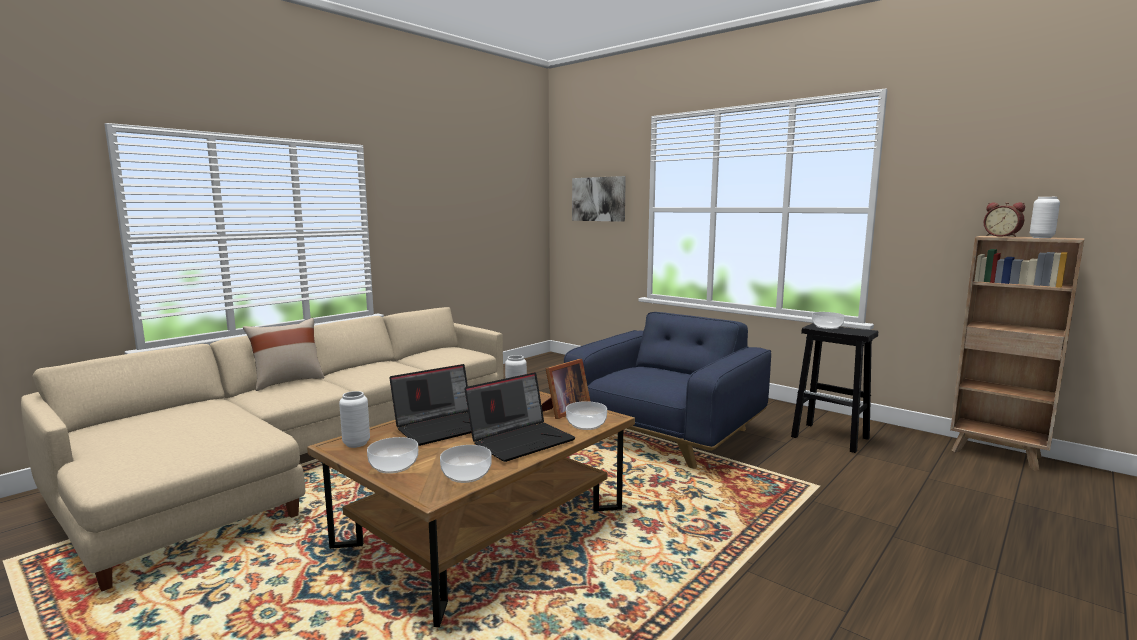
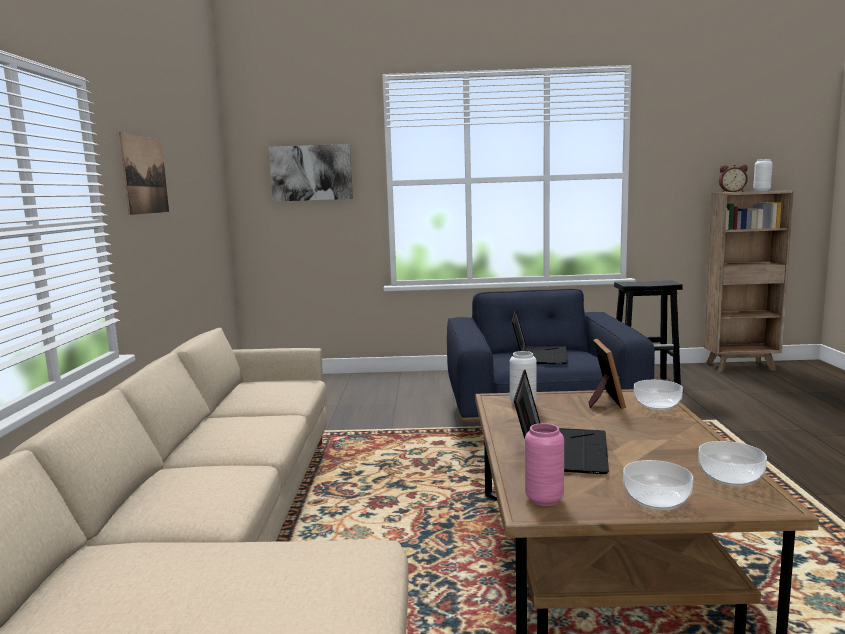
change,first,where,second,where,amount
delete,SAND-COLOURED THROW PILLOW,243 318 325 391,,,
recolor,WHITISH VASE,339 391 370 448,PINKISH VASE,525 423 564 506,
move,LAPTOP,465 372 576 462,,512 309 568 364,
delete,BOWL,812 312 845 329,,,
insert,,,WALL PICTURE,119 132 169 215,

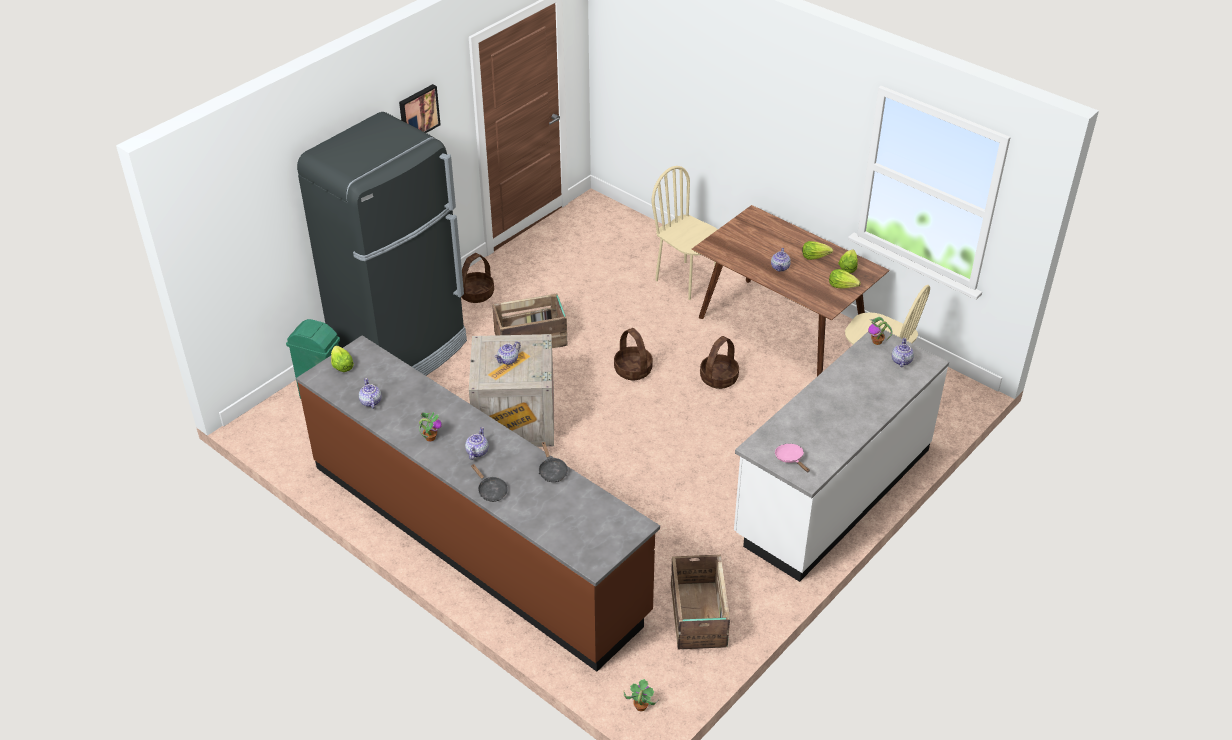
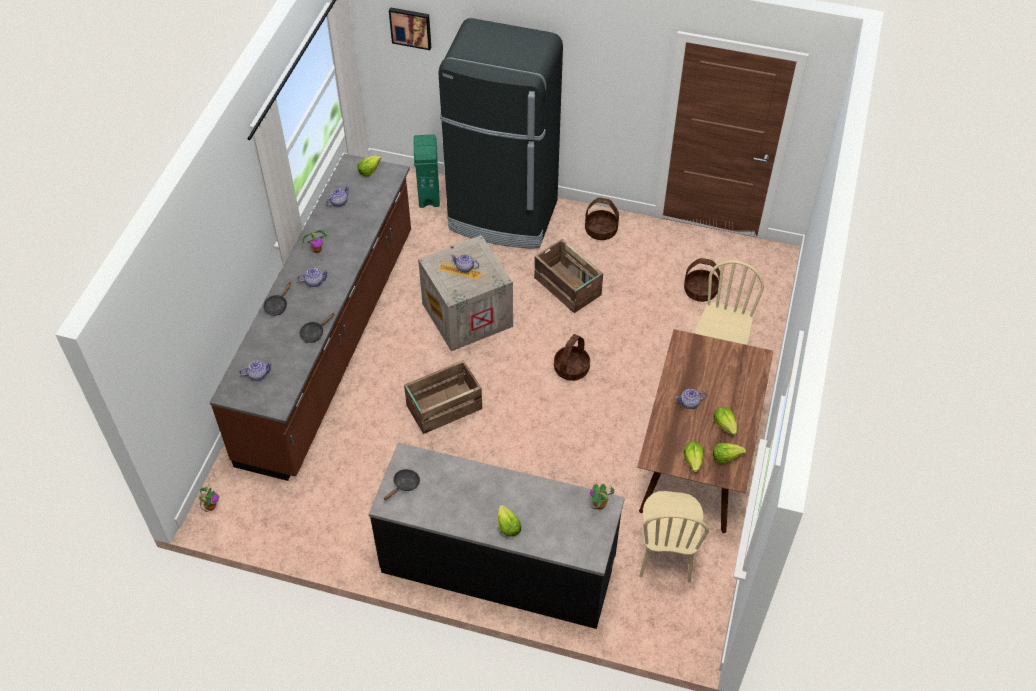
change,first,where,second,where,amount
move,WALL PICTURE,399 84 441 133,,389 7 431 50,
move,CRATE,671 554 730 649,,404 360 482 434,
move,HOUSEHOLD BASKET,700 336 739 389,,684 258 720 302,
recolor,WHITISH KITCHEN COUNTER,734 327 949 582,BLACK KITCHEN COUNTER,369 442 625 629,
recolor,PINKISH SKILLET,775 444 810 472,BLACK SKILLET,384 469 420 500,
move,TEA POT,892 338 914 367,,240 360 273 381,
insert,,,LETTUCE,498 505 521 537,

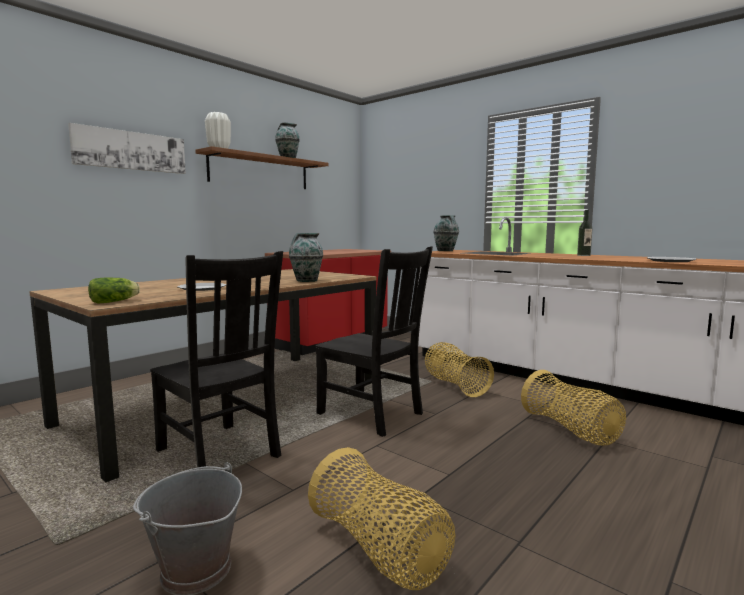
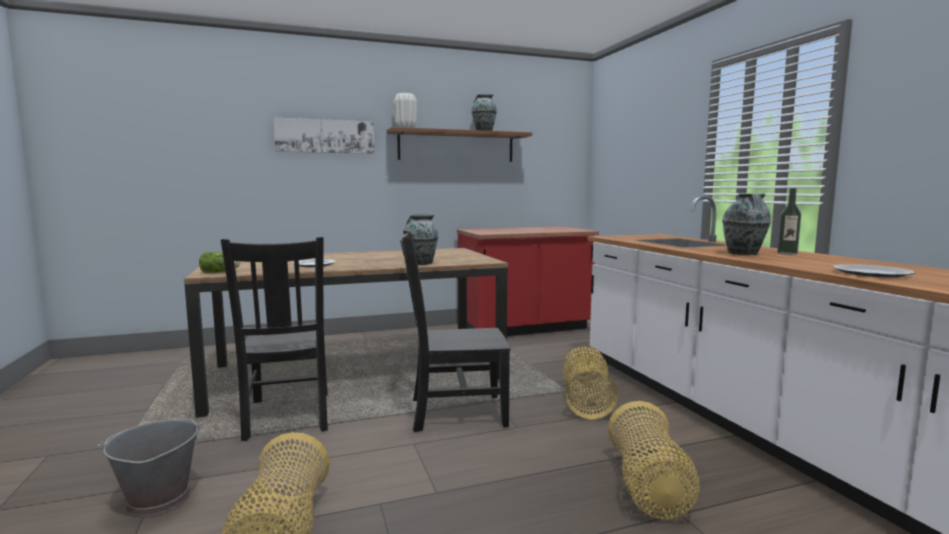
change,first,where,second,where,amount
rotate,BLACK UPRIGHT CHAIR,315 246 433 437,,400 230 510 432,105 degrees clockwise
move,VASE,433 215 459 251,,722 193 771 255,

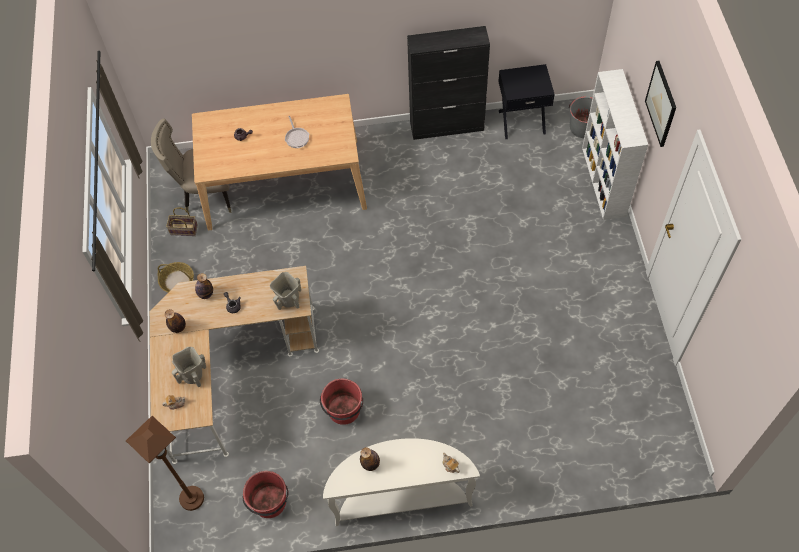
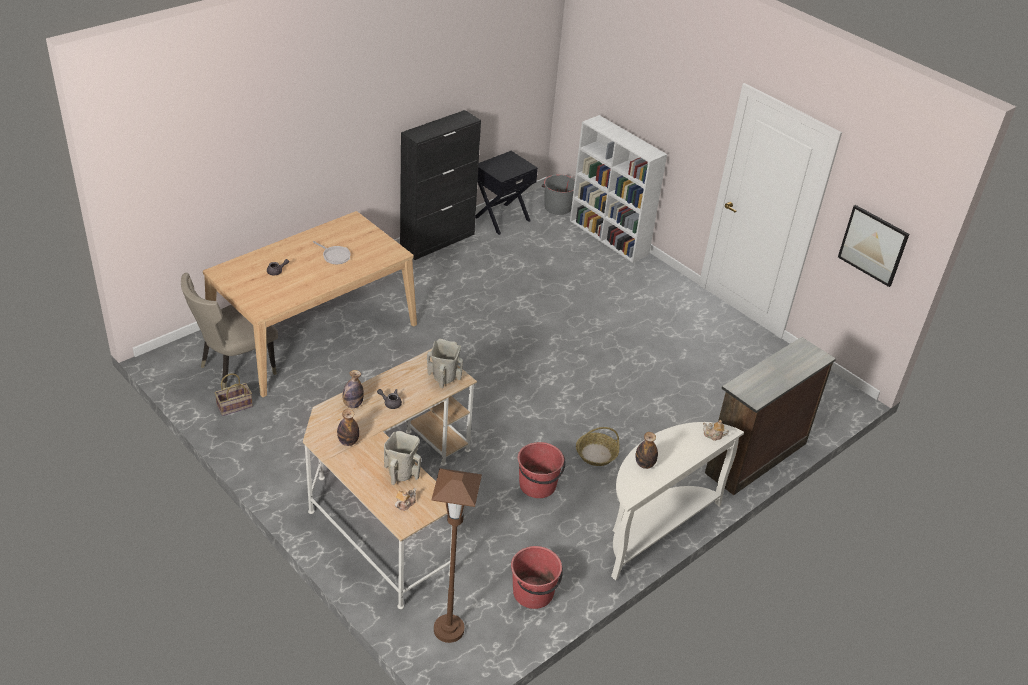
change,first,where,second,where,amount
move,HOUSEHOLD BASKET,158 262 194 292,,576 427 620 466,
move,WALL PICTURE,645 61 676 147,,838 205 909 287,
insert,,,BROWN-COLOURED CHEST OF DRAWERS,705 337 836 495,

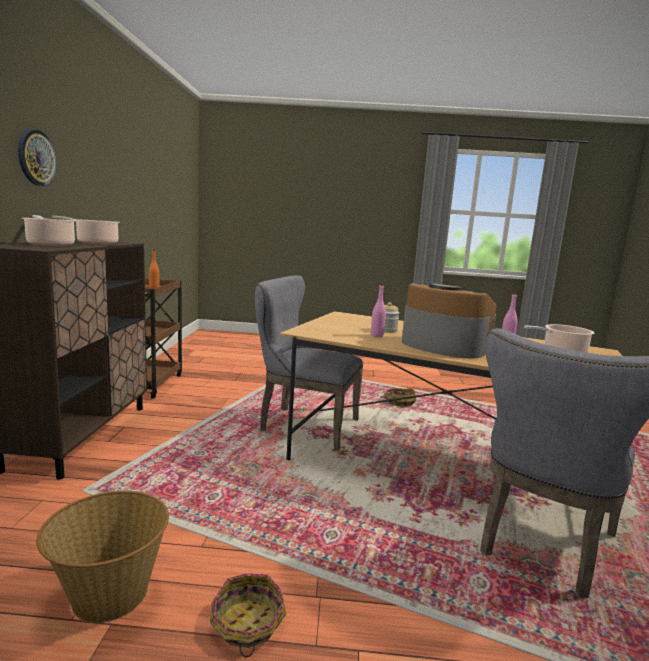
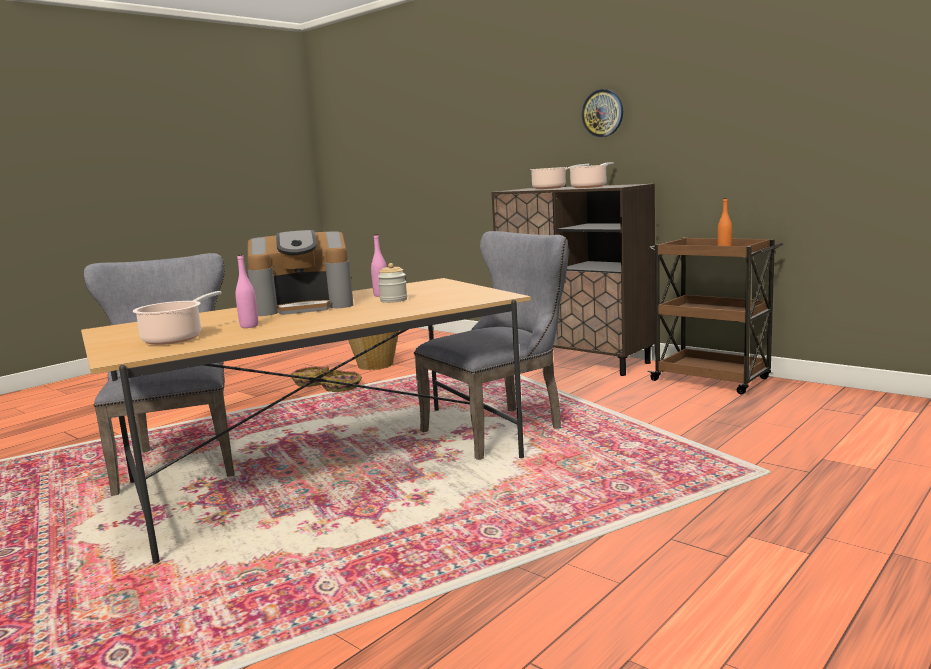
change,first,where,second,where,amount
move,HOUSEHOLD BASKET,380 388 416 407,,319 370 362 392,

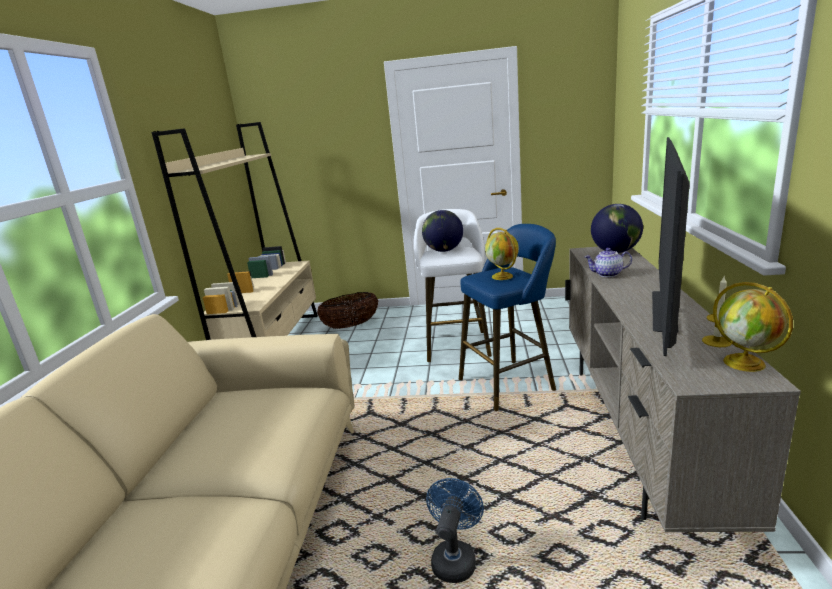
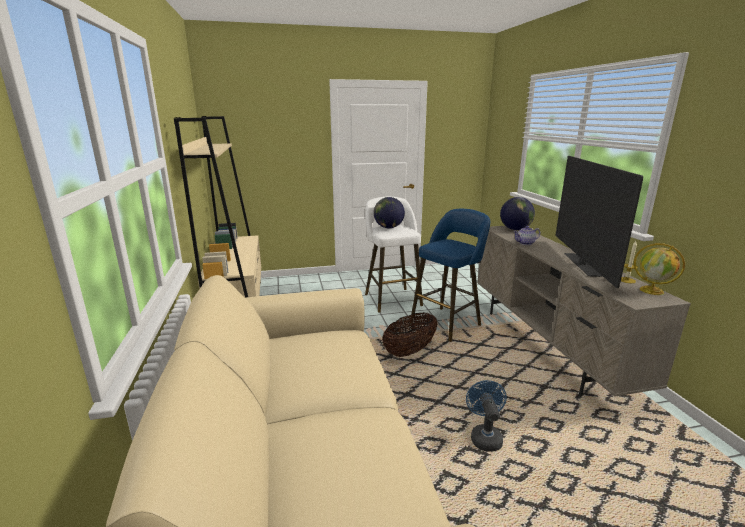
change,first,where,second,where,amount
move,HOUSEHOLD BASKET,317 292 378 329,,382 313 437 357,
delete,DESK GLOBE,485 228 519 280,,,

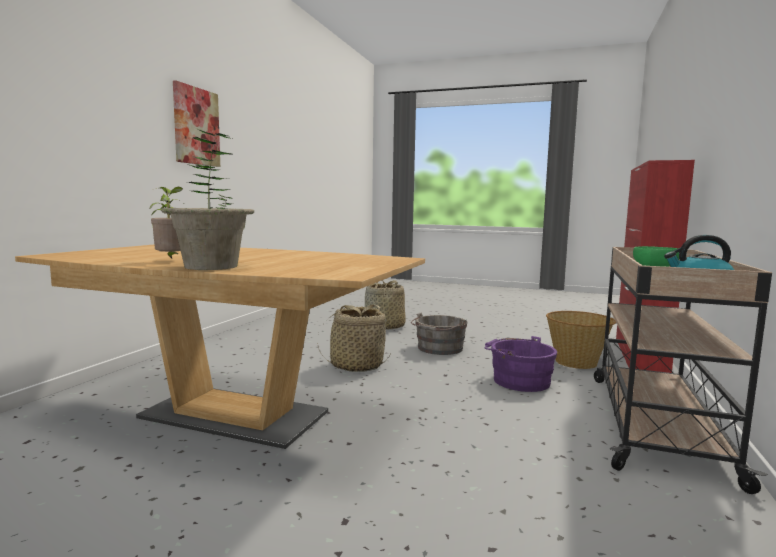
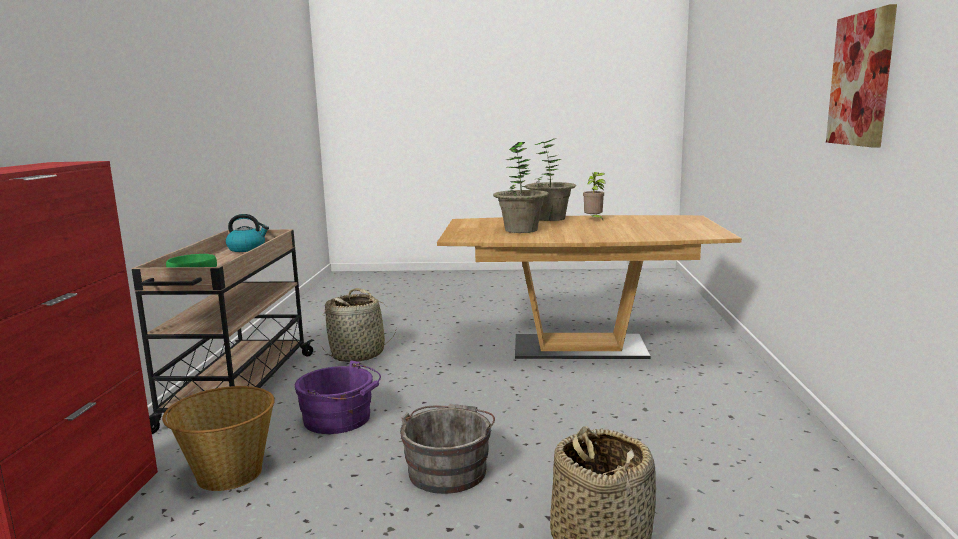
change,first,where,second,where,amount
move,HOUSEHOLD BASKET,317 304 391 372,,322 288 397 362,
insert,,,HOUSEPLANT,493 142 549 233,

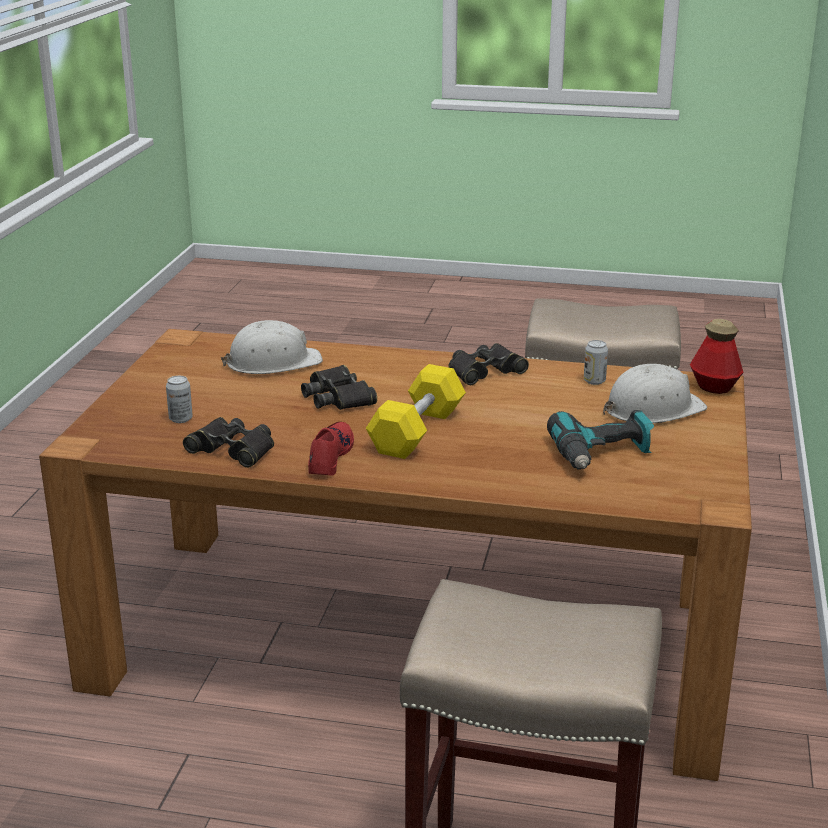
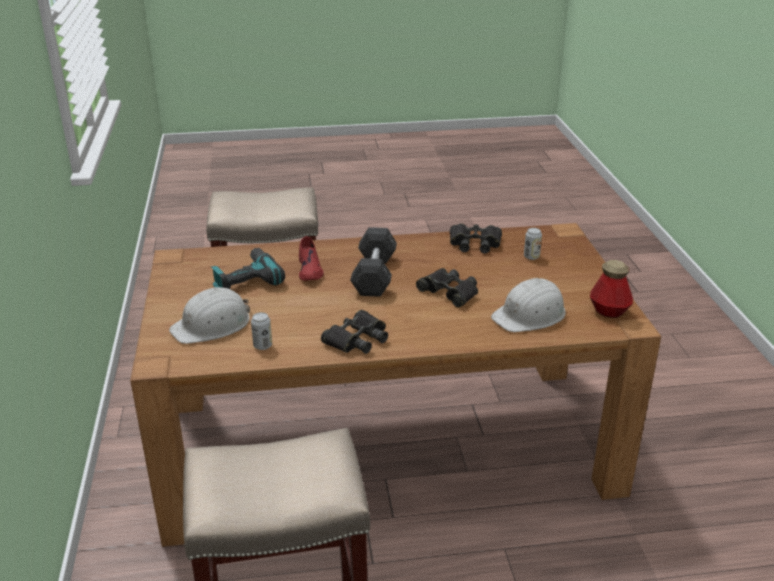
change,first,where,second,where,amount
move,RED-COLOURED SHOE,308 422 354 475,,299 236 323 281,
recolor,YELLOW-COLOURED HAND WEIGHT,366 364 466 459,GREYISH HAND WEIGHT,350 227 397 297,
move,DRINK BOTTLE,690 319 744 394,,590 260 633 318,

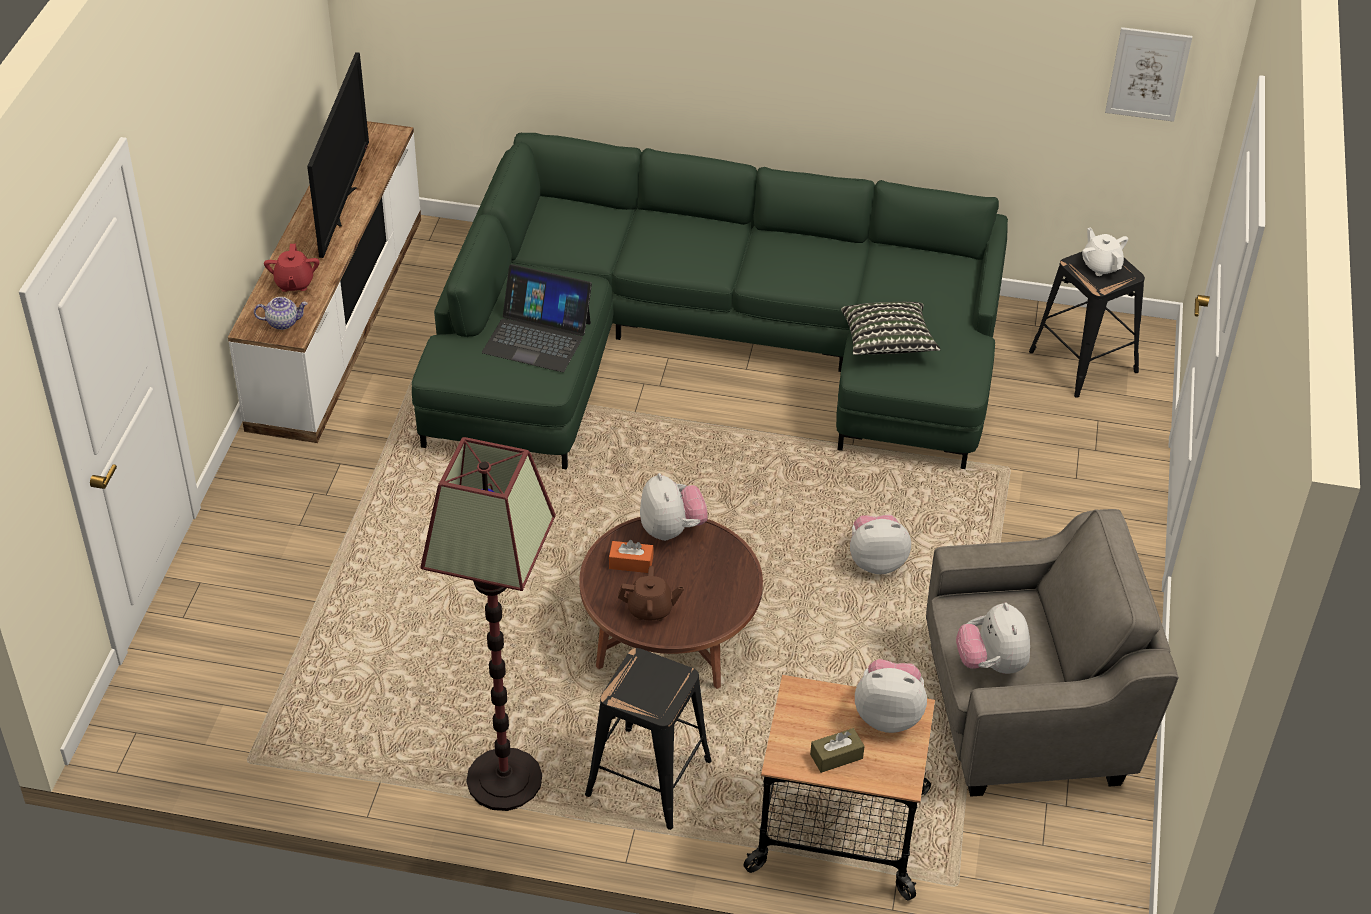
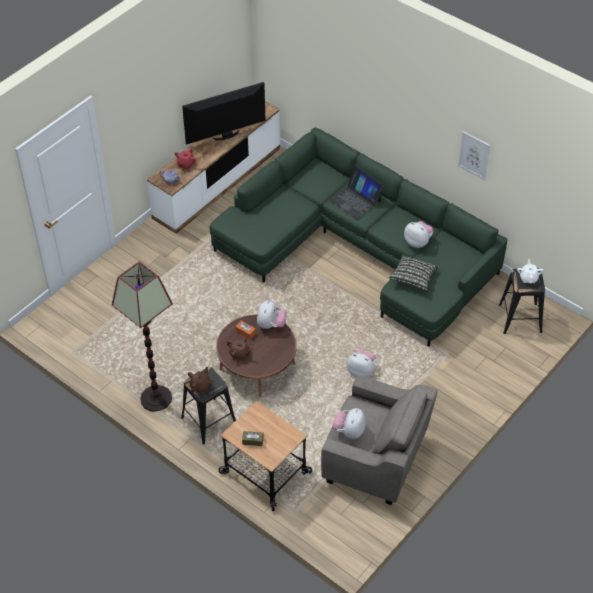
change,first,where,second,where,amount
rotate,TV,307 52 369 258,,182 82 266 145,150 degrees counterclockwise
move,LAPTOP,482 264 592 372,,330 166 384 219,
move,CUDDLY TOY,855 659 927 733,,404 221 433 248,
move,WALL PICTURE,1105 27 1192 122,,458 131 490 180,
insert,,,BROWN-COLOURED TEA POT,188 367 212 393,

